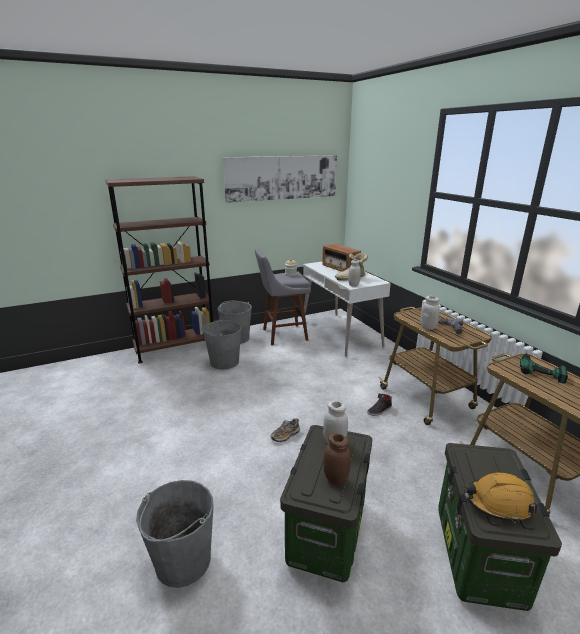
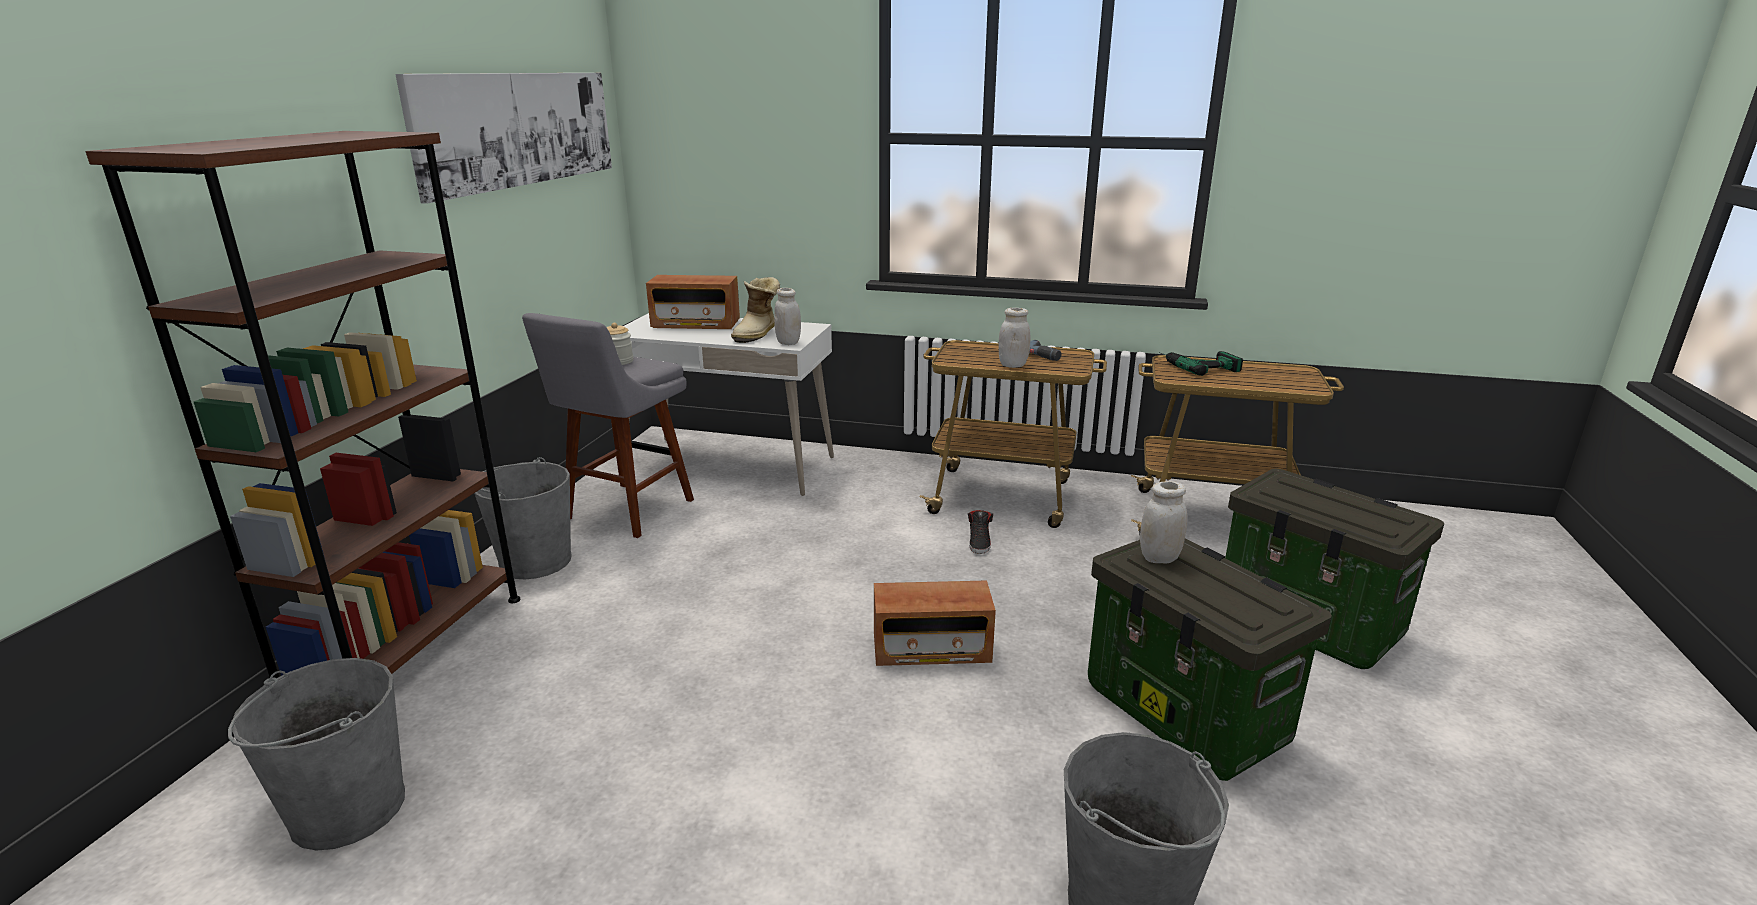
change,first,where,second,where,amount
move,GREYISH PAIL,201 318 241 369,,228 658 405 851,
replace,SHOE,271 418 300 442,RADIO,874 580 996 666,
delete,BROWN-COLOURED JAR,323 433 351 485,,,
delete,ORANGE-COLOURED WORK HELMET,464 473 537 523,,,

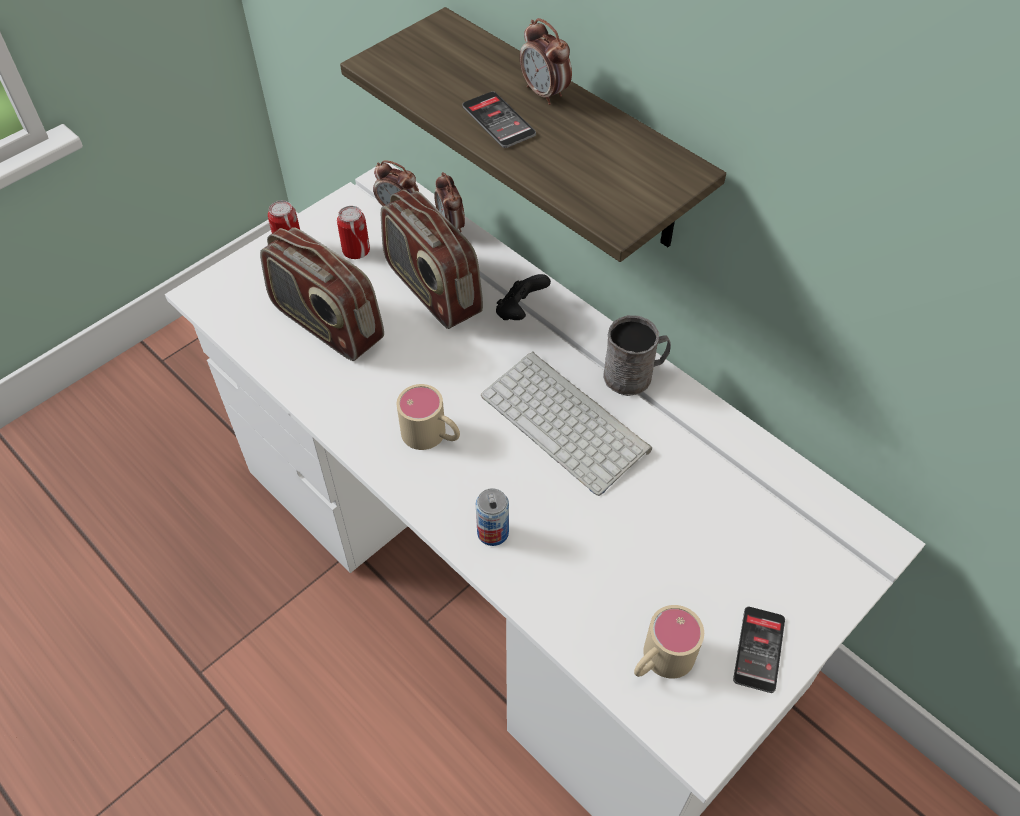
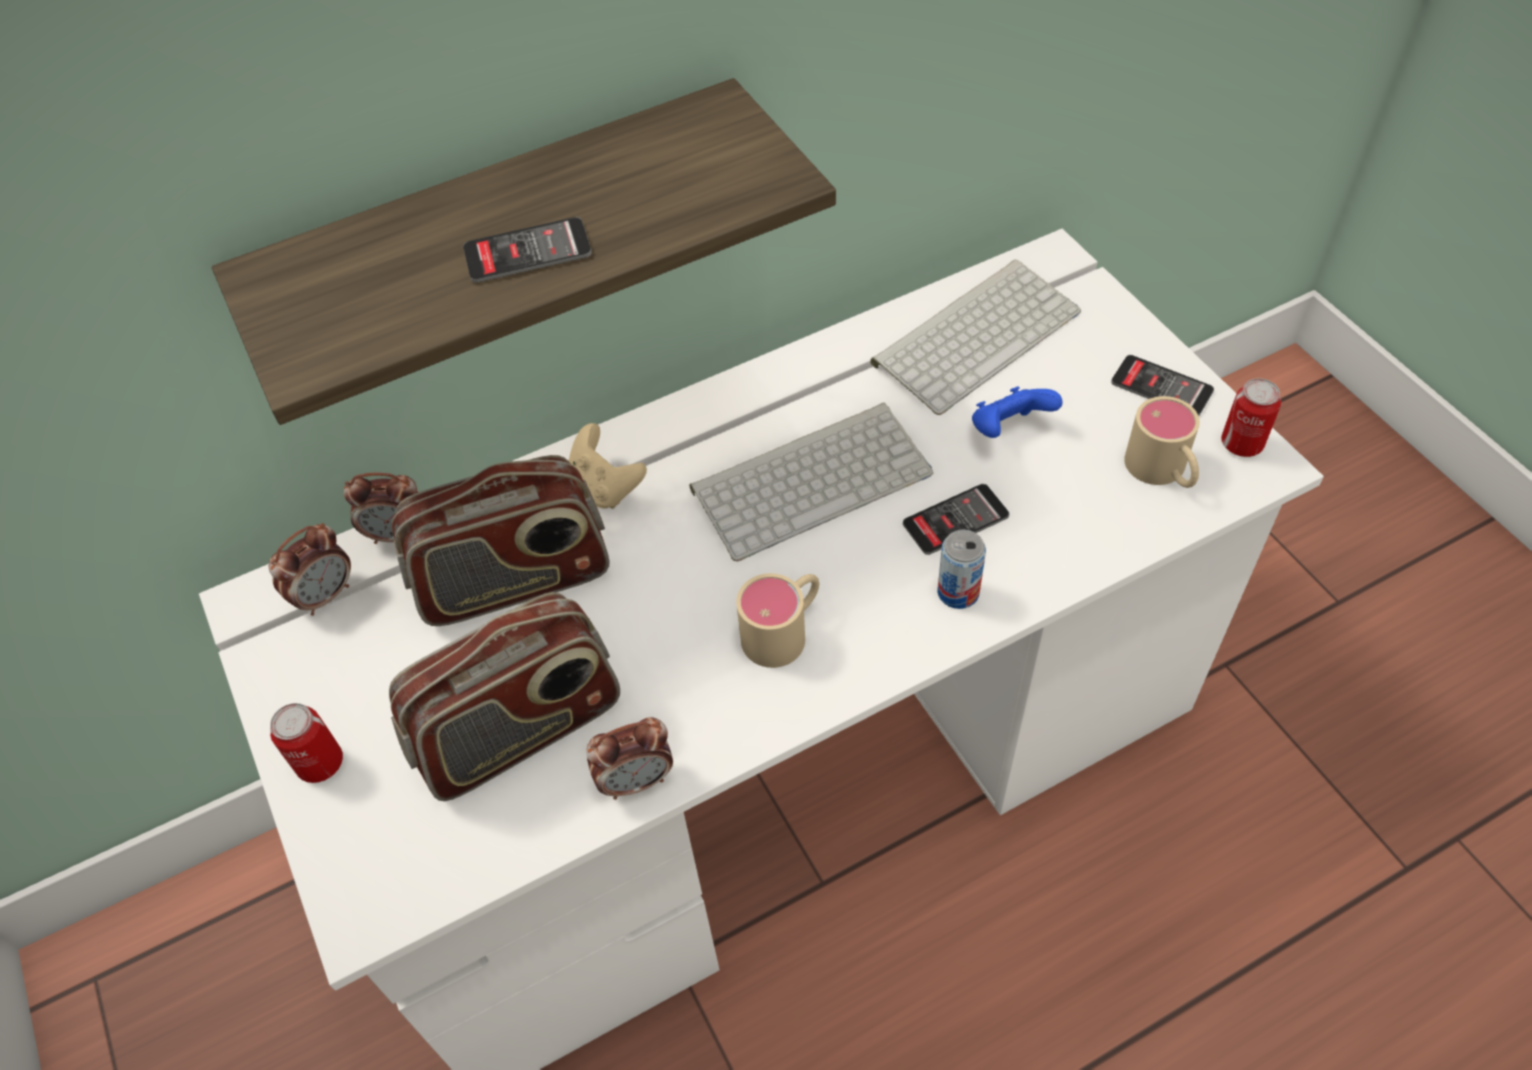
change,first,where,second,where,amount
move,METAL CAN,337 206 370 259,,1221 378 1281 457,
recolor,BLACK JOYPAD,496 274 551 320,SAND-COLOURED JOYPAD,569 423 647 509,
move,TABLE CLOCK,520 18 572 105,,586 717 673 800,
delete,GREYISH COFFEE MUG,603 315 671 396,,,
insert,,,COMPUTER KEYBOARD,870 259 1081 415,
insert,,,HANDSET,903 484 1009 555,
insert,,,BLUE JOYPAD,972 386 1063 438,

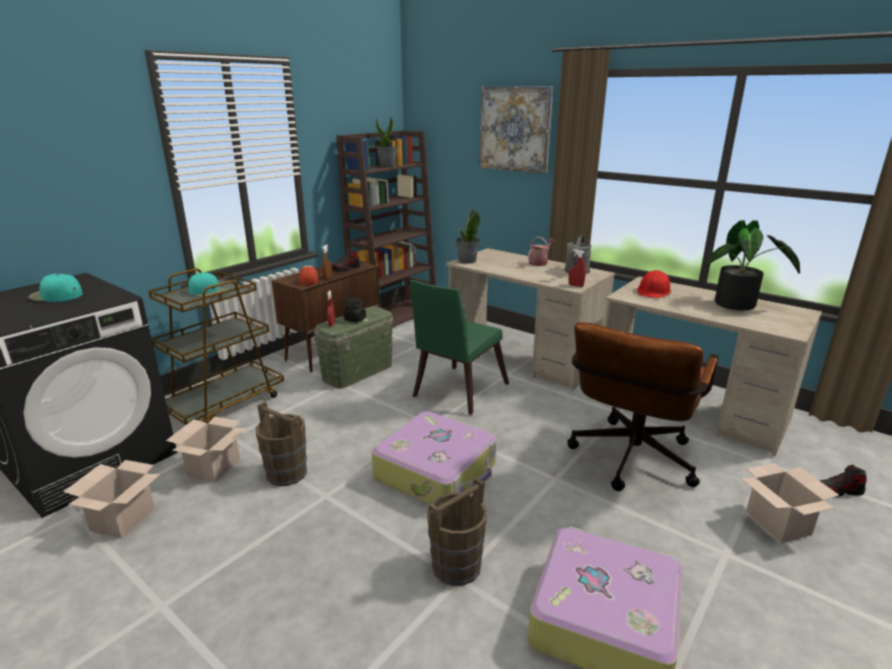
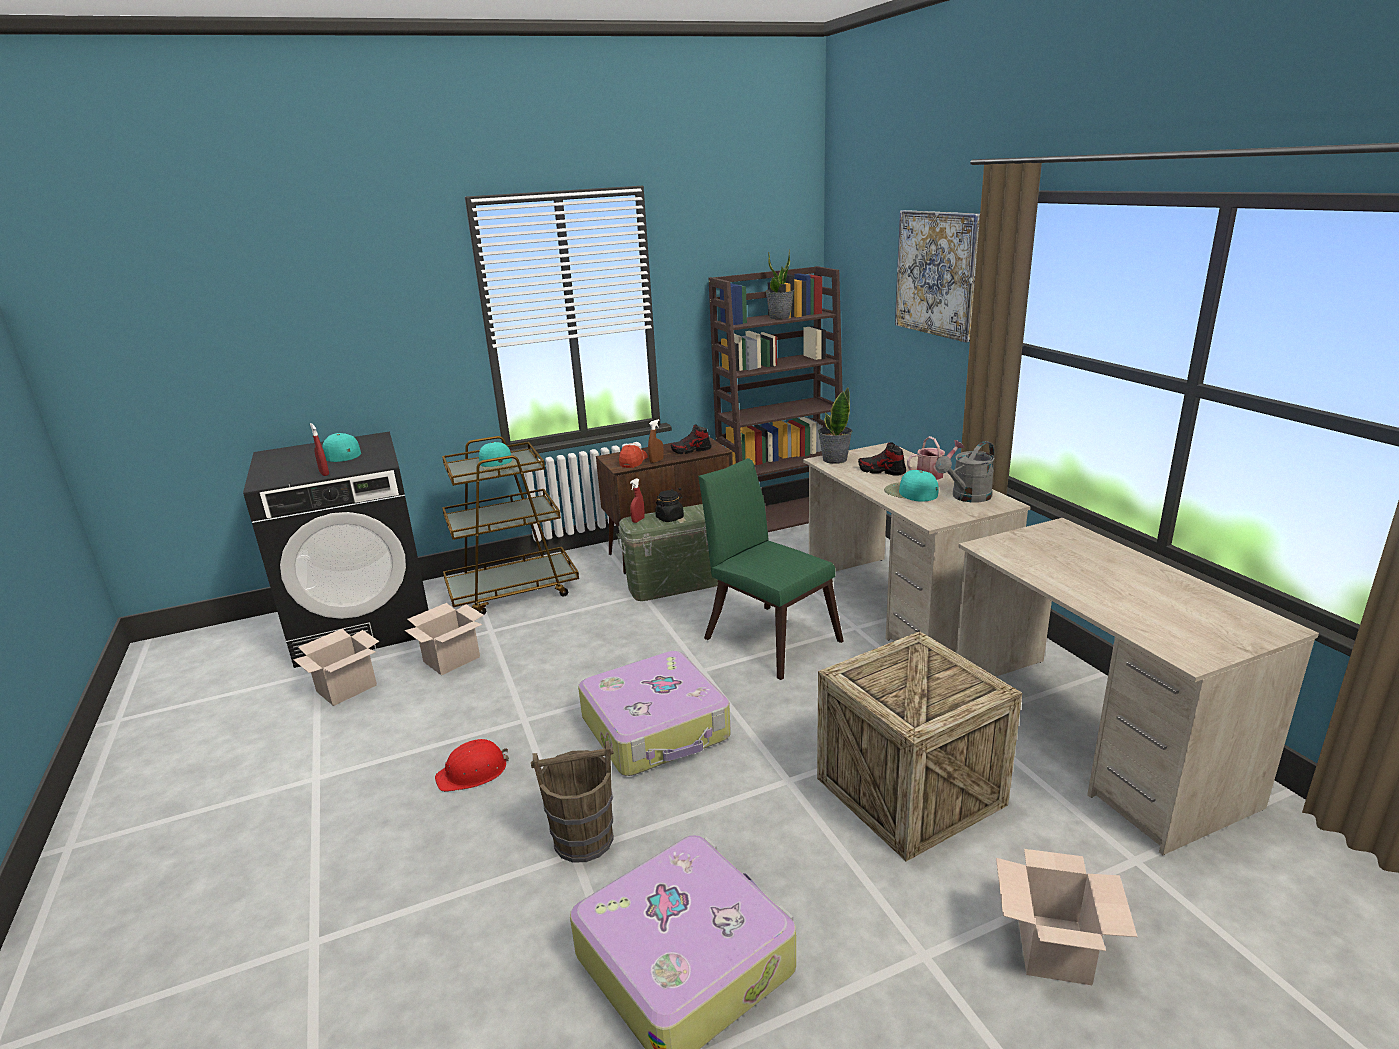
change,first,where,second,where,amount
delete,BROWN-COLOURED PAIL,256 402 307 486,,,
rotate,GREENISH UPRIGHT CHAIR,410 280 509 415,,698 458 844 680,75 degrees clockwise
replace,BROWN-COLOURED DESK CHAIR,567 322 719 491,CRATE,817 631 1022 861,
move,RED-COLOURED SPRAY BOTTLE,569 249 586 287,,310 423 329 476,
move,RED-COLOURED WORK HELMET,637 270 671 298,,435 739 509 792,
delete,HOUSEPLANT,705 220 800 310,,,
move,SHOE,819 464 867 497,,858 443 906 476,
insert,,,TURQUOISE-COLOURED BASEBALL CAP,884 470 939 501,

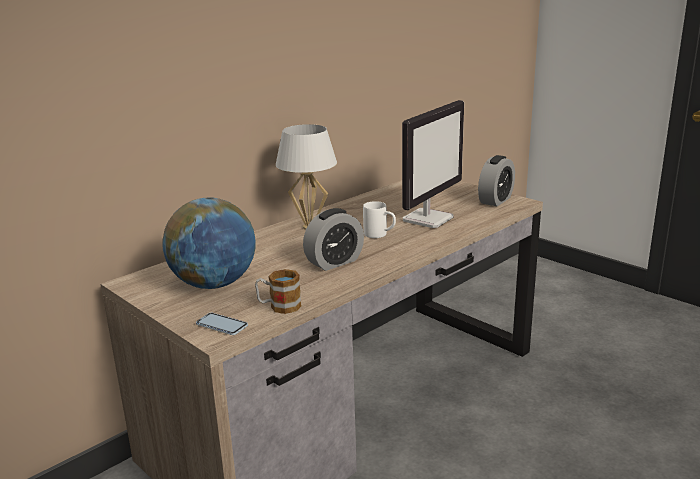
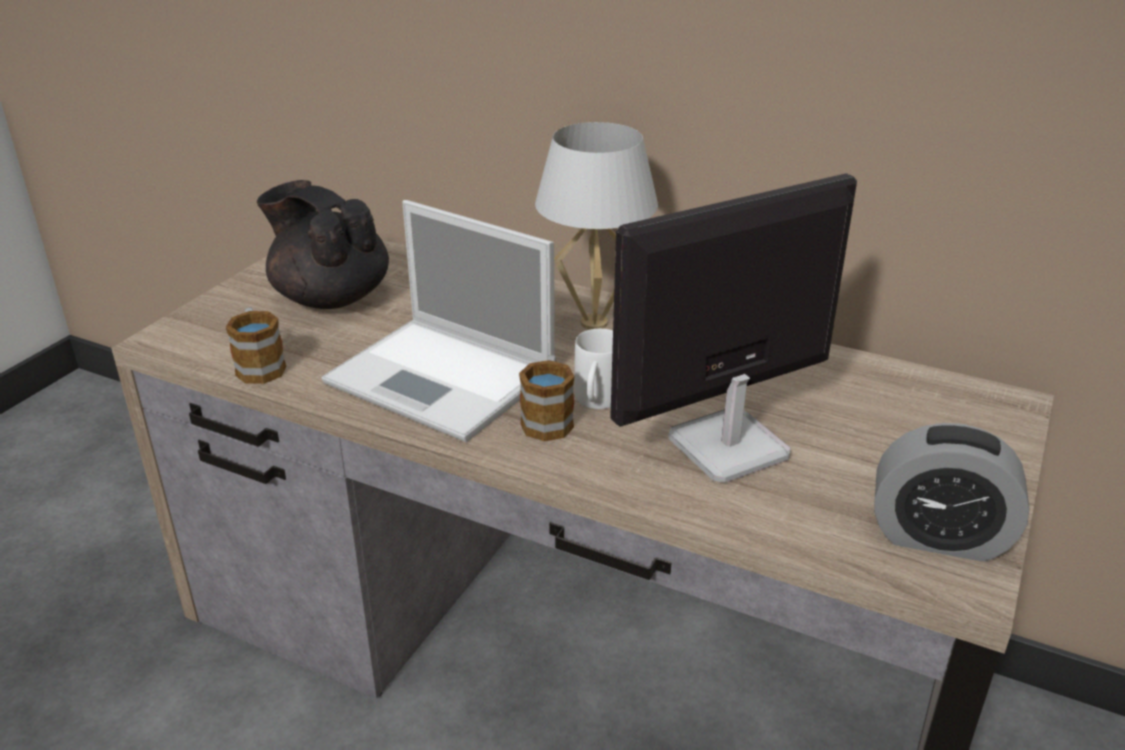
change,first,where,second,where,amount
replace,DESK GLOBE,162 197 256 289,BLACK TEA POT,257 180 389 309,
delete,HANDSET,196 313 248 335,,,
replace,TABLE CLOCK,303 208 364 271,LAPTOP,321 200 555 442,
rotate,MONITOR,402 100 464 228,,610 173 857 483,135 degrees clockwise
insert,,,COFFEE MUG,519 355 575 441,

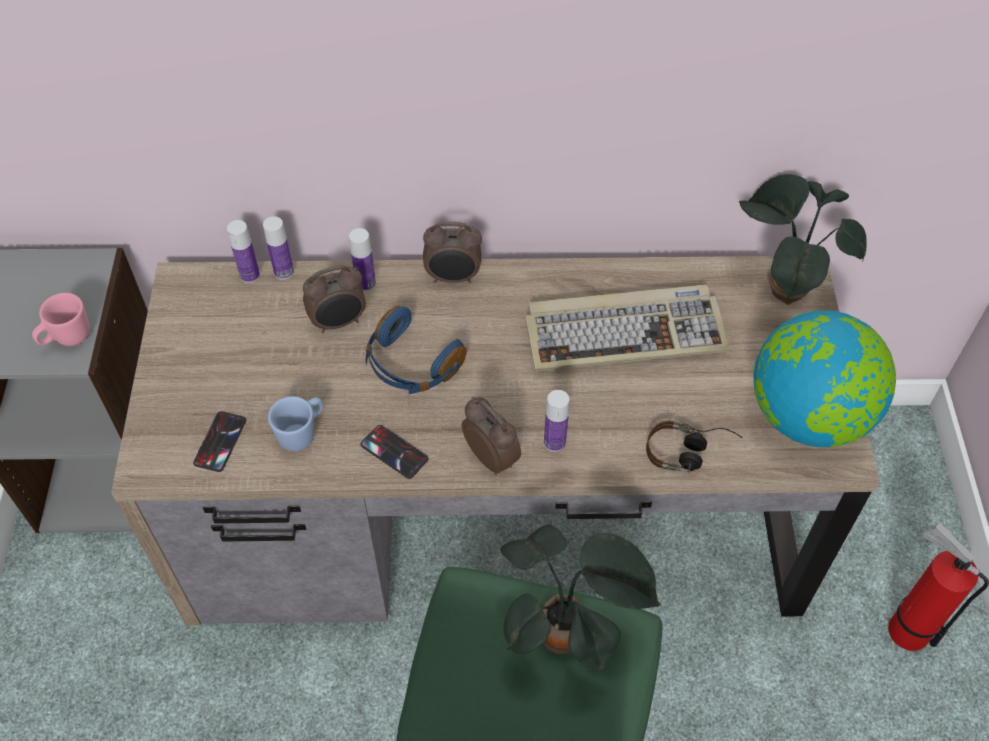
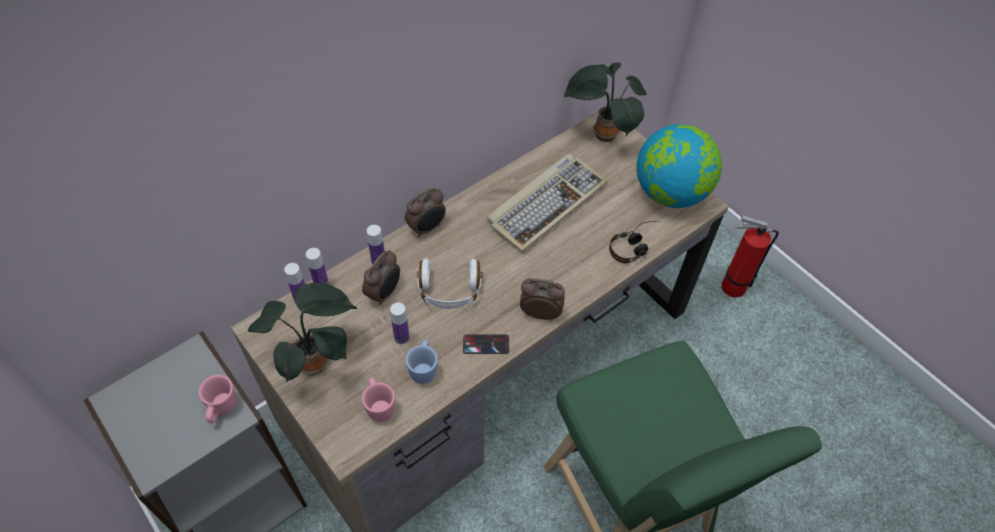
change,first,where,second,where,amount
replace,HANDSET,193 411 246 472,PINKISH COFFEE MUG,362 378 395 422,
recolor,BLUE HEADSET,365 306 467 394,WHITISH HEADSET,417 258 482 309,
move,HOUSEPLANT,500 524 661 671,,248 283 357 383,
move,DRINK BOTTLE,544 390 569 452,,390 302 410 344,

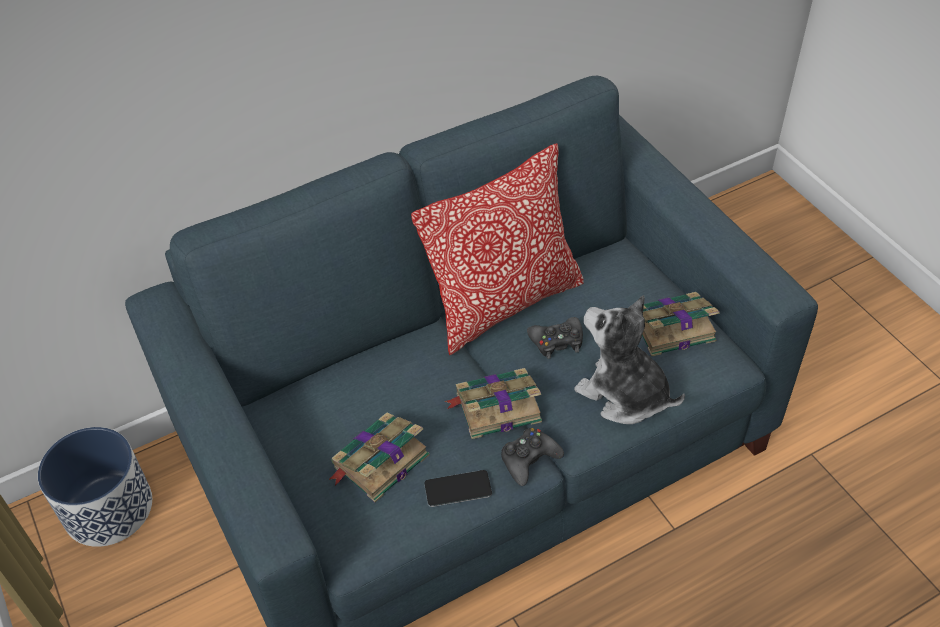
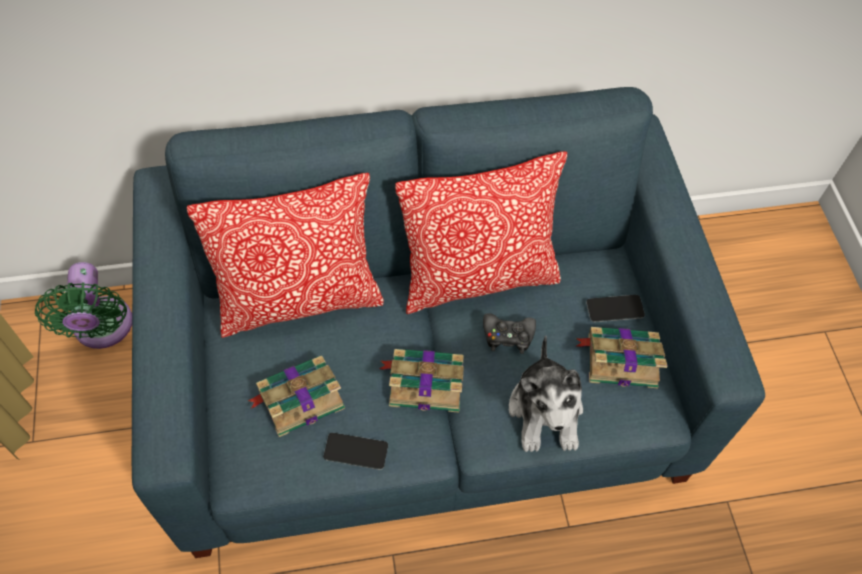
change,first,where,second,where,amount
replace,PLANTER,38 427 152 547,GREENISH ELECTRIC FAN,35 262 132 349,
delete,BLACK JOYPAD,501 428 564 486,,,
rotate,CUDDLY TOY,574 295 685 424,,509 335 583 452,150 degrees counterclockwise
insert,,,THROW PILLOW,187 173 384 338,
insert,,,HANDSET,586 295 645 322,

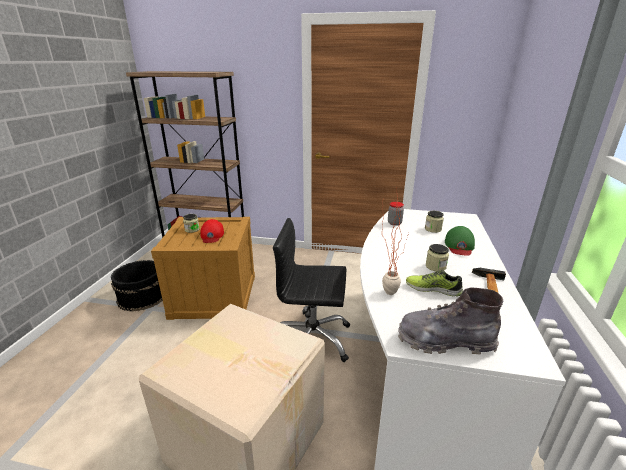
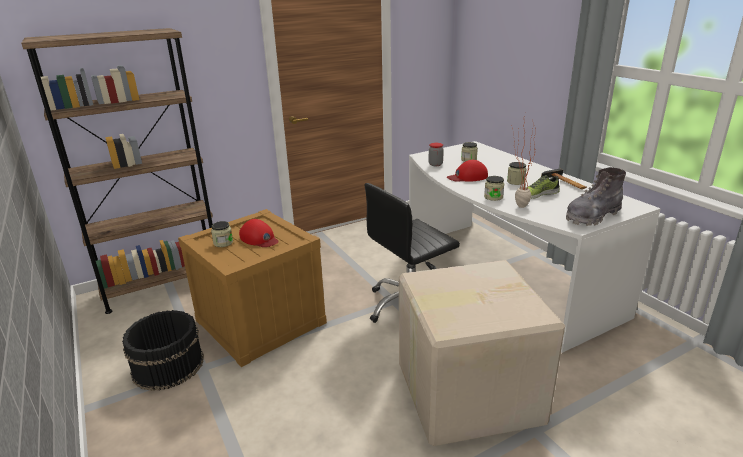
change,first,where,second,where,amount
delete,GREENISH BASEBALL CAP,445 226 475 256,,,
insert,,,RED-COLOURED BASEBALL CAP,447 160 488 182,
insert,,,JAR,484 176 504 201,

